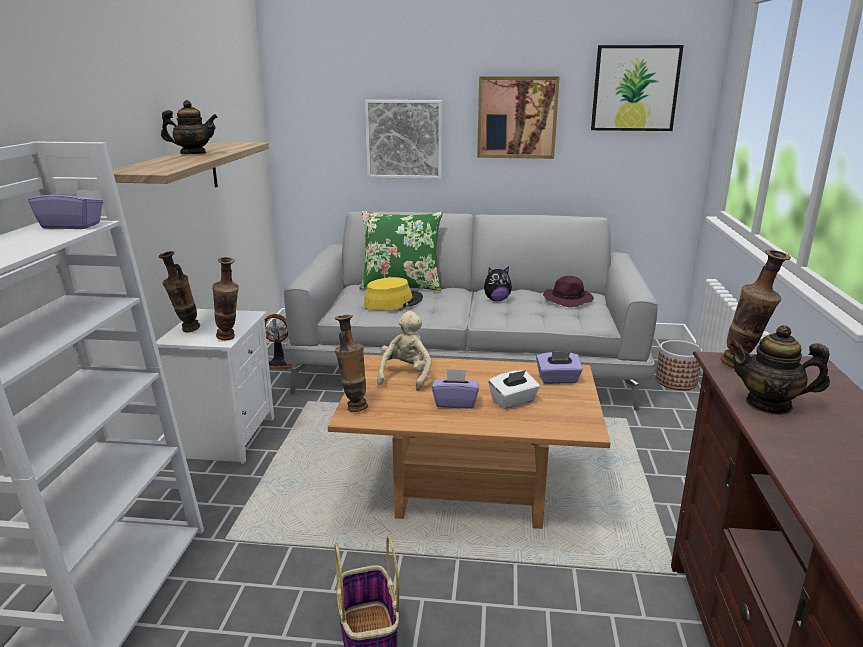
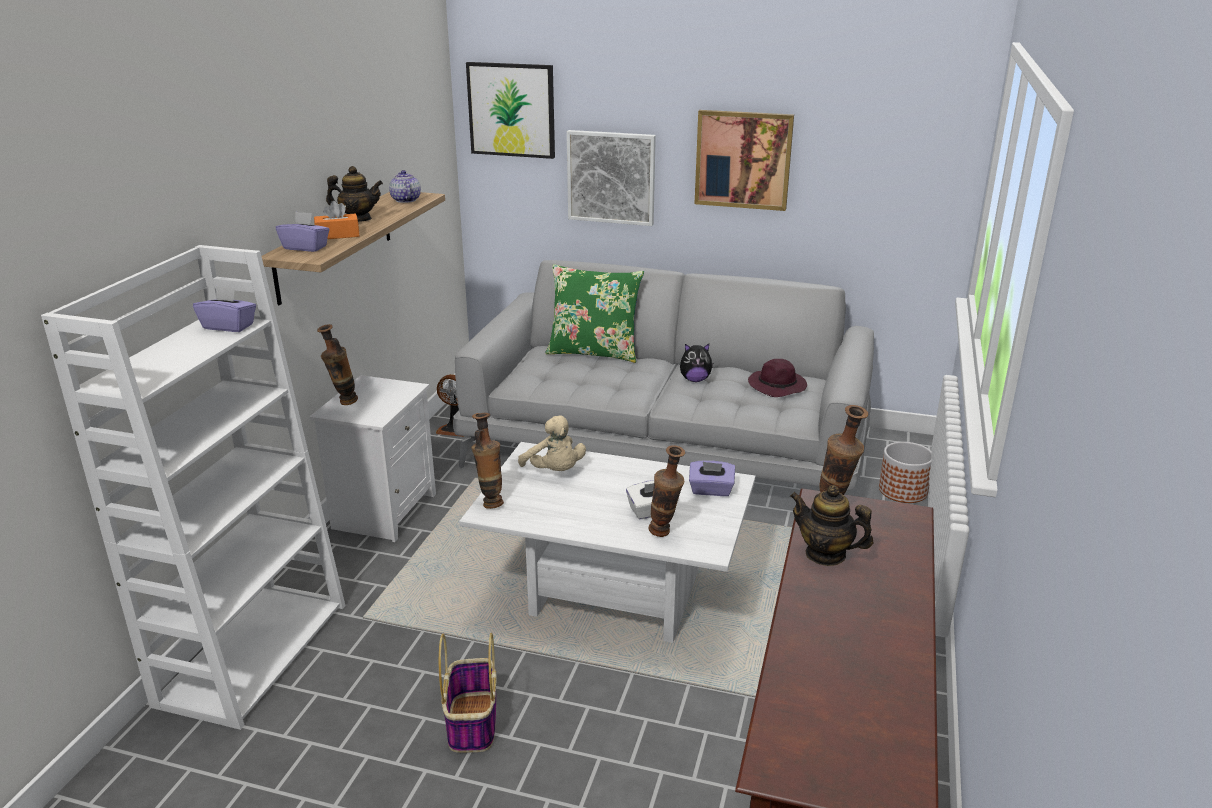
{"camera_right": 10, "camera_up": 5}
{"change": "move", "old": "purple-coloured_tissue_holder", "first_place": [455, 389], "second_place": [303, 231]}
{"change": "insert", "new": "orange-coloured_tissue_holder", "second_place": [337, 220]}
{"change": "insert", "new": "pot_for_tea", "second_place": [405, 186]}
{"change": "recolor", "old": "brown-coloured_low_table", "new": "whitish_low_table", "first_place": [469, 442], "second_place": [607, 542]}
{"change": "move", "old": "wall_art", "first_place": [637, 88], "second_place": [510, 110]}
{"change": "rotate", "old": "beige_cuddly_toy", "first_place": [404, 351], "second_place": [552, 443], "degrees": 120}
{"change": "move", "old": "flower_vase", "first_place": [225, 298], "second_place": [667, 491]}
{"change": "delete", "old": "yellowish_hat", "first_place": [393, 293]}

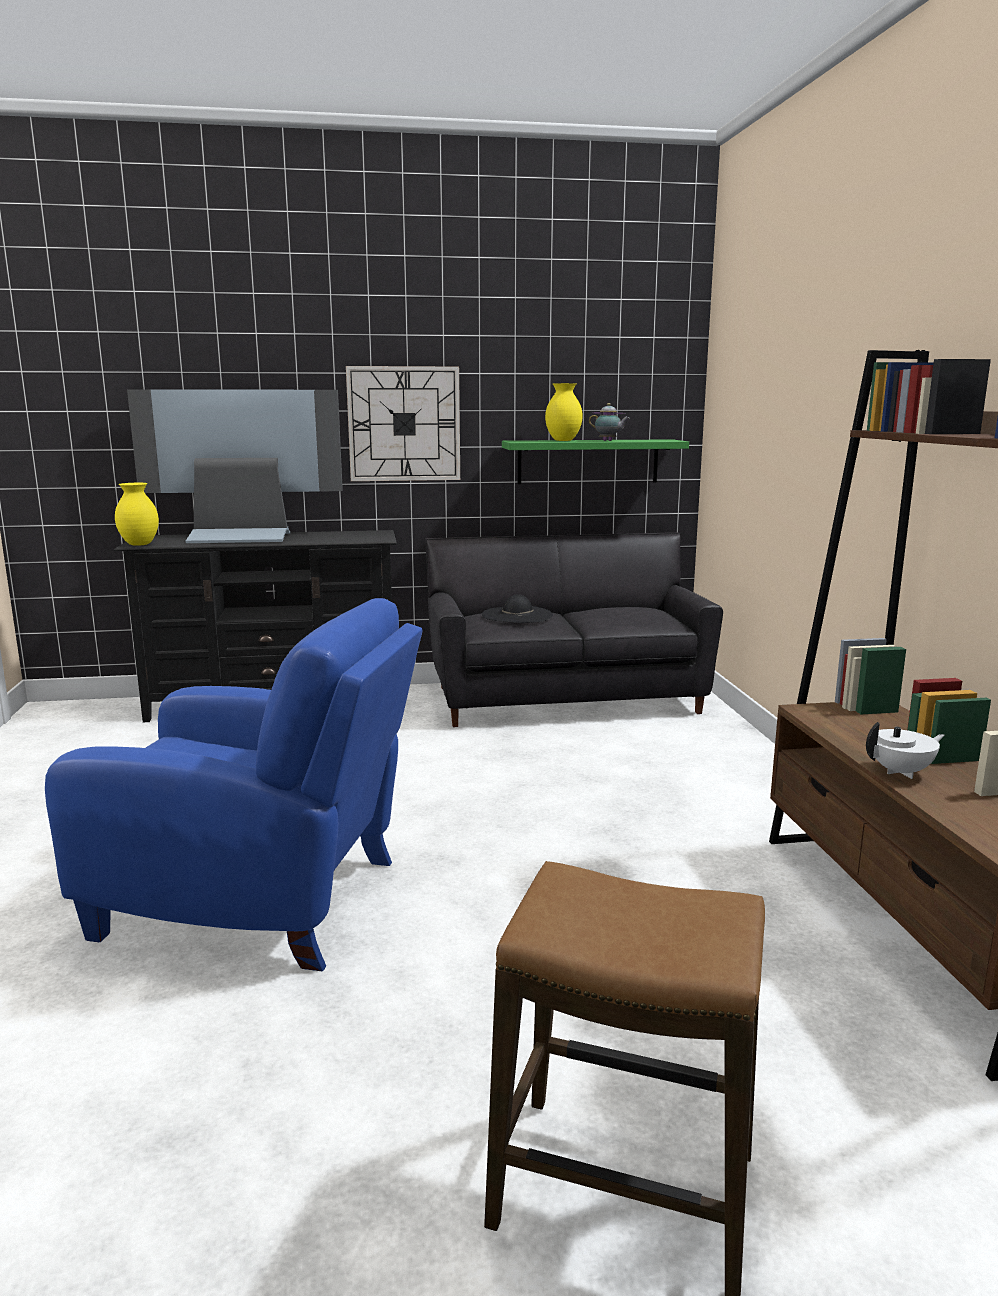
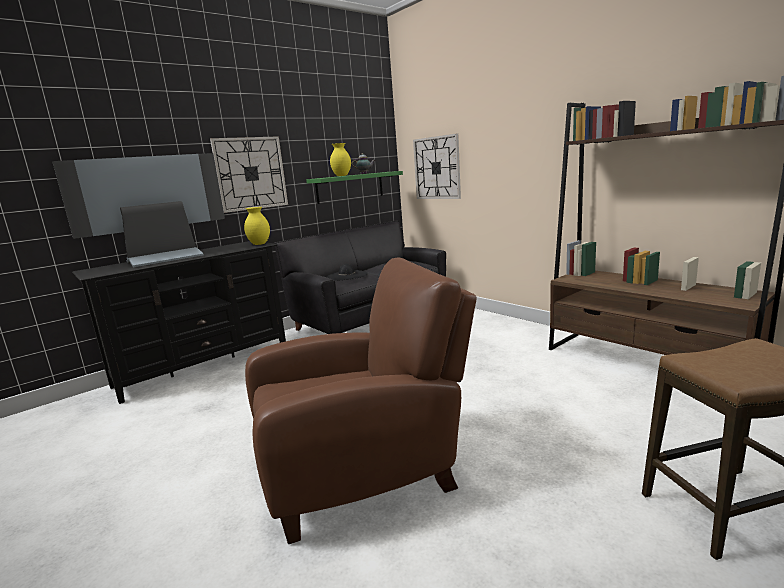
{"camera_right": -30, "camera_up": 0}
{"change": "move", "old": "yellowish_flower_vase", "first_place": [137, 514], "second_place": [257, 226]}
{"change": "recolor", "old": "blue_lounge_chair", "new": "brown-coloured_lounge_chair", "first_place": [234, 784], "second_place": [361, 401]}
{"change": "insert", "new": "hanging_clock", "second_place": [437, 166]}
{"change": "delete", "old": "whitish_pot_for_tea", "first_place": [905, 750]}

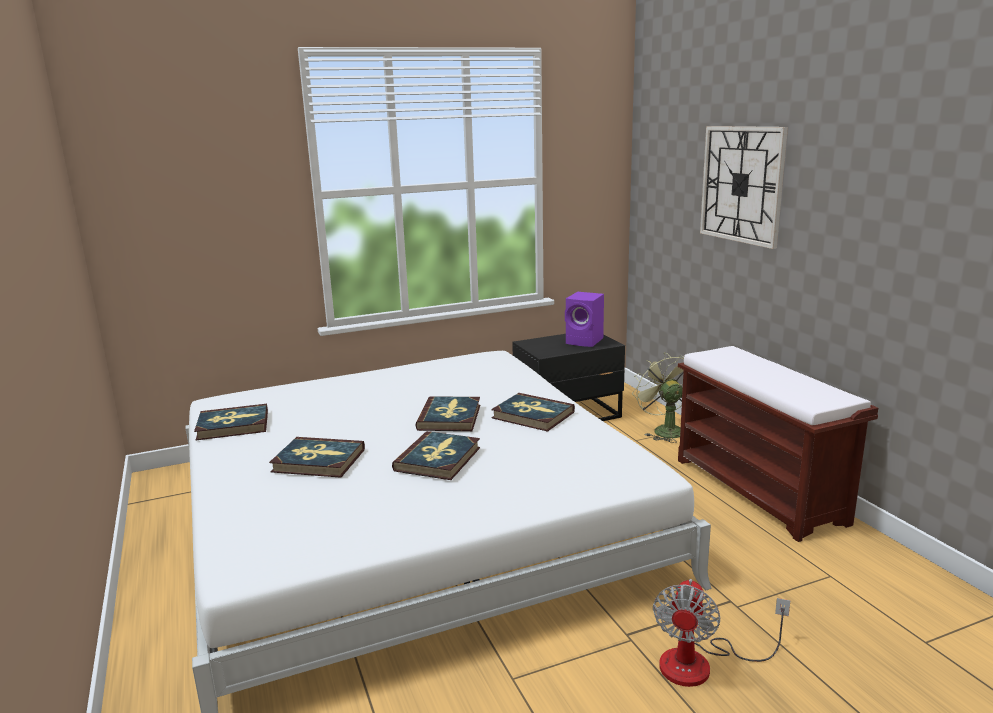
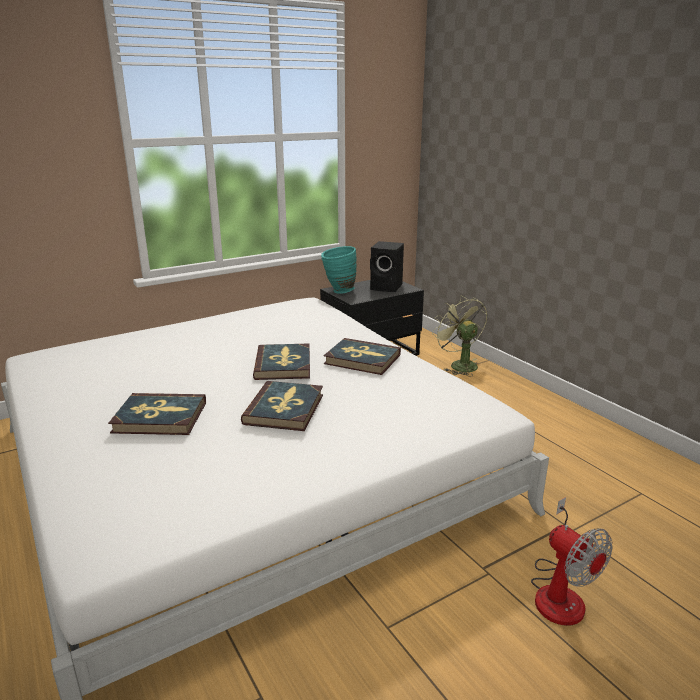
{"camera_right": -10, "camera_up": 5}
{"change": "insert", "new": "blue-green_flower_vase", "second_place": [339, 270]}
{"change": "recolor", "old": "purple-coloured_audio_speaker", "new": "blackish_audio_speaker", "first_place": [584, 319], "second_place": [387, 266]}
{"change": "rotate", "old": "cooling_fan", "first_place": [721, 633], "second_place": [571, 561], "degrees": -45}
{"change": "delete", "old": "bound_book", "first_place": [231, 422]}
{"change": "delete", "old": "brown-coloured_long_seat", "first_place": [778, 444]}
{"change": "delete", "old": "hanging_clock", "first_place": [744, 187]}

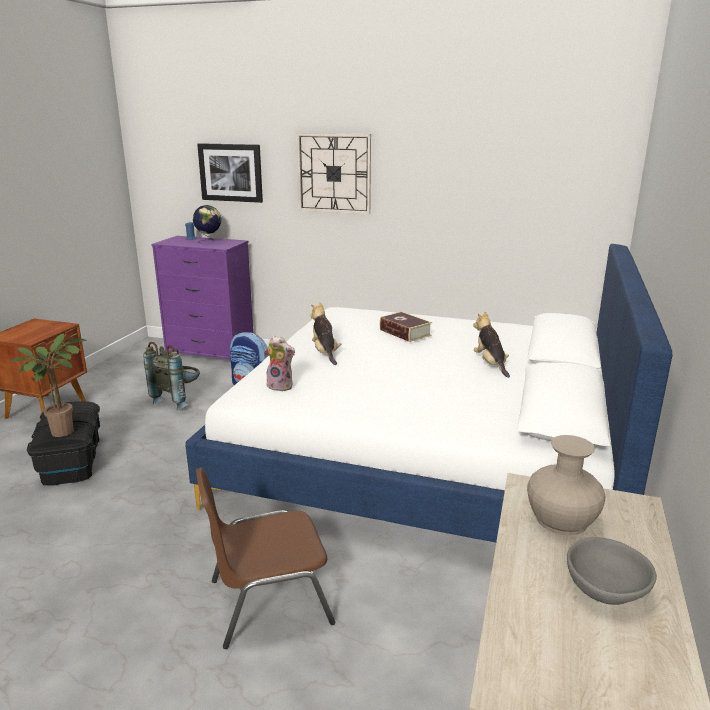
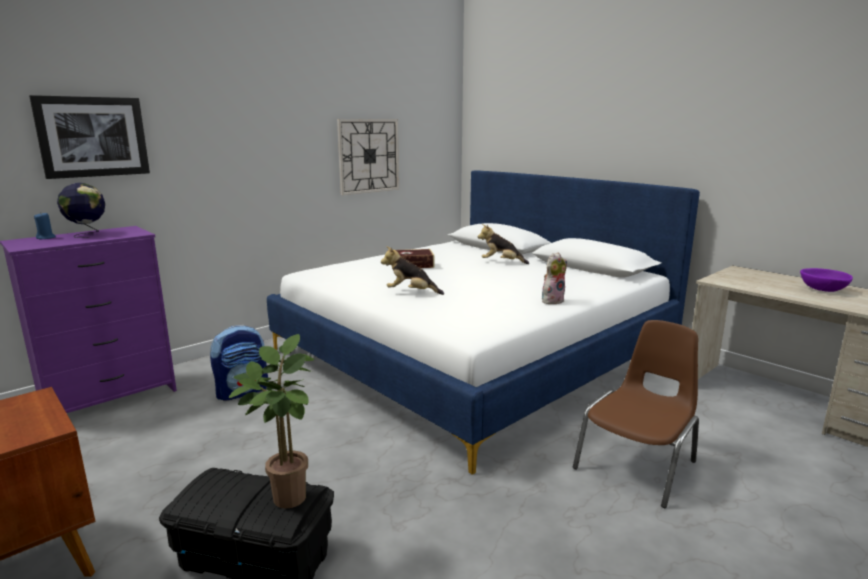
{"camera_right": -60, "camera_up": -5}
{"change": "move", "old": "hanging_clock", "first_place": [334, 173], "second_place": [368, 157]}
{"change": "move", "old": "cuddly_toy", "first_place": [280, 364], "second_place": [554, 278]}
{"change": "rotate", "old": "brown-coloured_plain_chair", "first_place": [265, 558], "second_place": [636, 414], "degrees": -150}
{"change": "recolor", "old": "gray_bowl", "new": "purple-coloured_bowl", "first_place": [612, 571], "second_place": [826, 280]}
{"change": "delete", "old": "gray_knapsack", "first_place": [171, 376]}
{"change": "delete", "old": "beige_flower_vase", "first_place": [566, 485]}

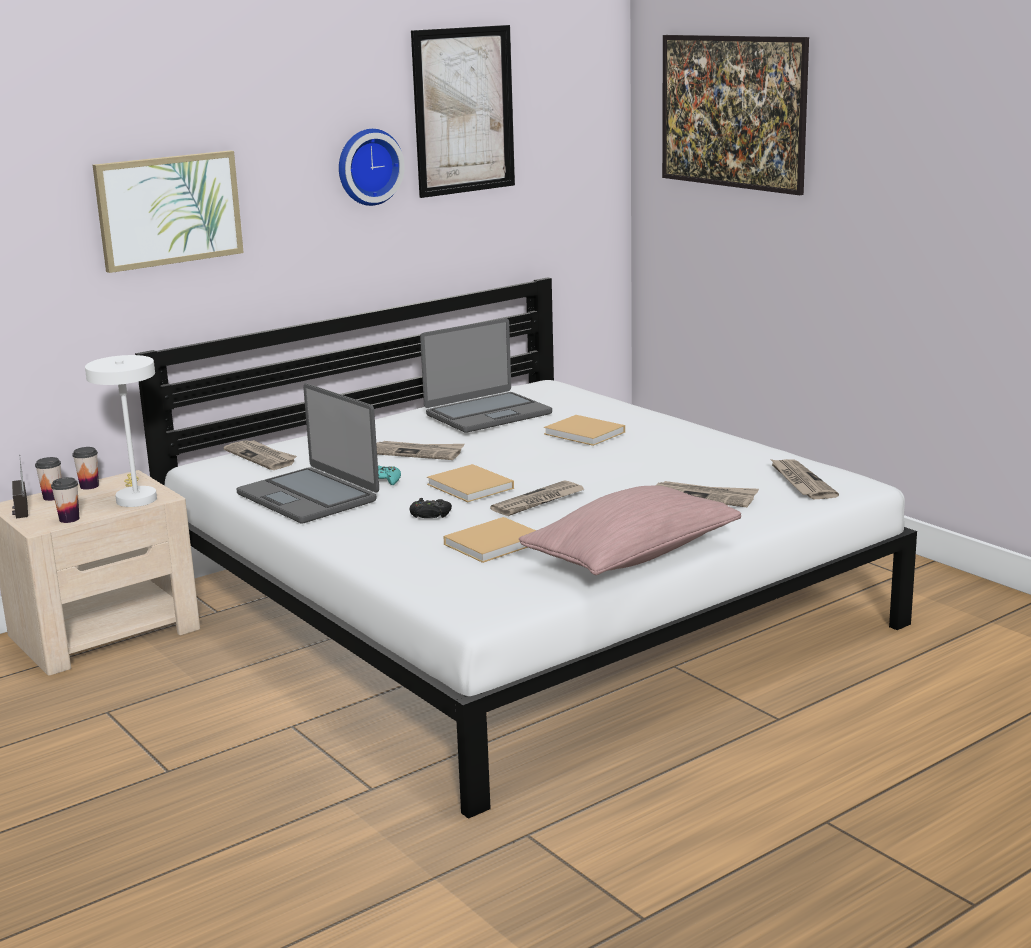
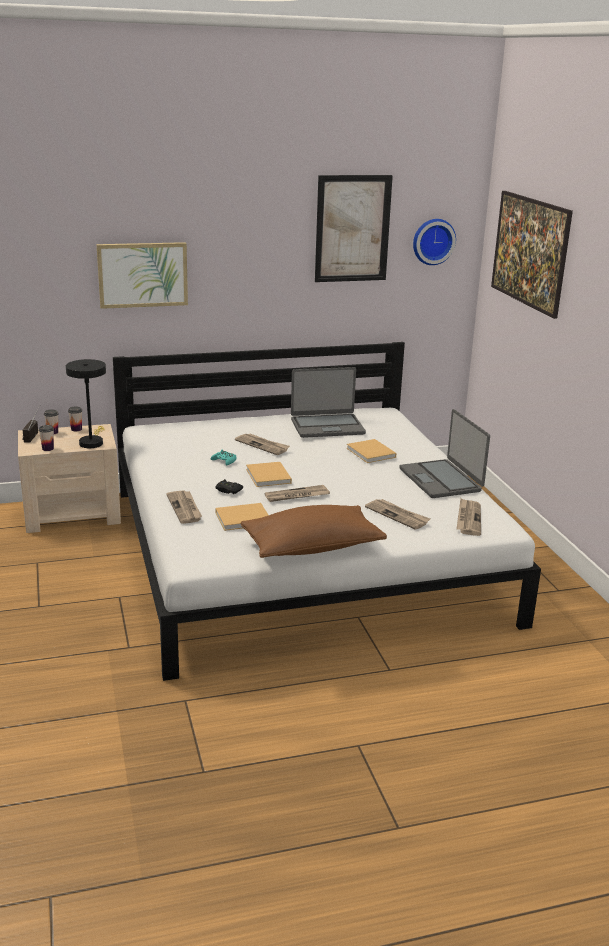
{"camera_right": 20, "camera_up": 5}
{"change": "recolor", "old": "whitish_tabletop_lamp", "new": "blackish_tabletop_lamp", "first_place": [121, 431], "second_place": [86, 403]}
{"change": "move", "old": "printed_paper", "first_place": [260, 455], "second_place": [184, 507]}
{"change": "recolor", "old": "pink-coloured_cushion", "new": "brown-coloured_cushion", "first_place": [630, 530], "second_place": [314, 531]}
{"change": "move", "old": "portable_computer", "first_place": [308, 453], "second_place": [444, 453]}
{"change": "move", "old": "hanging_clock", "first_place": [372, 167], "second_place": [434, 242]}

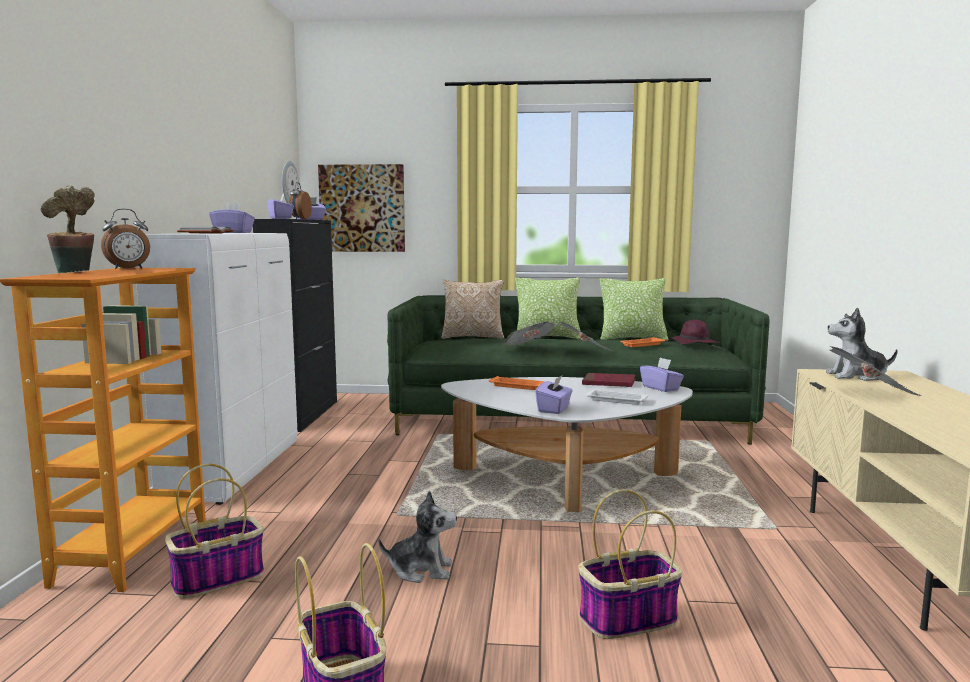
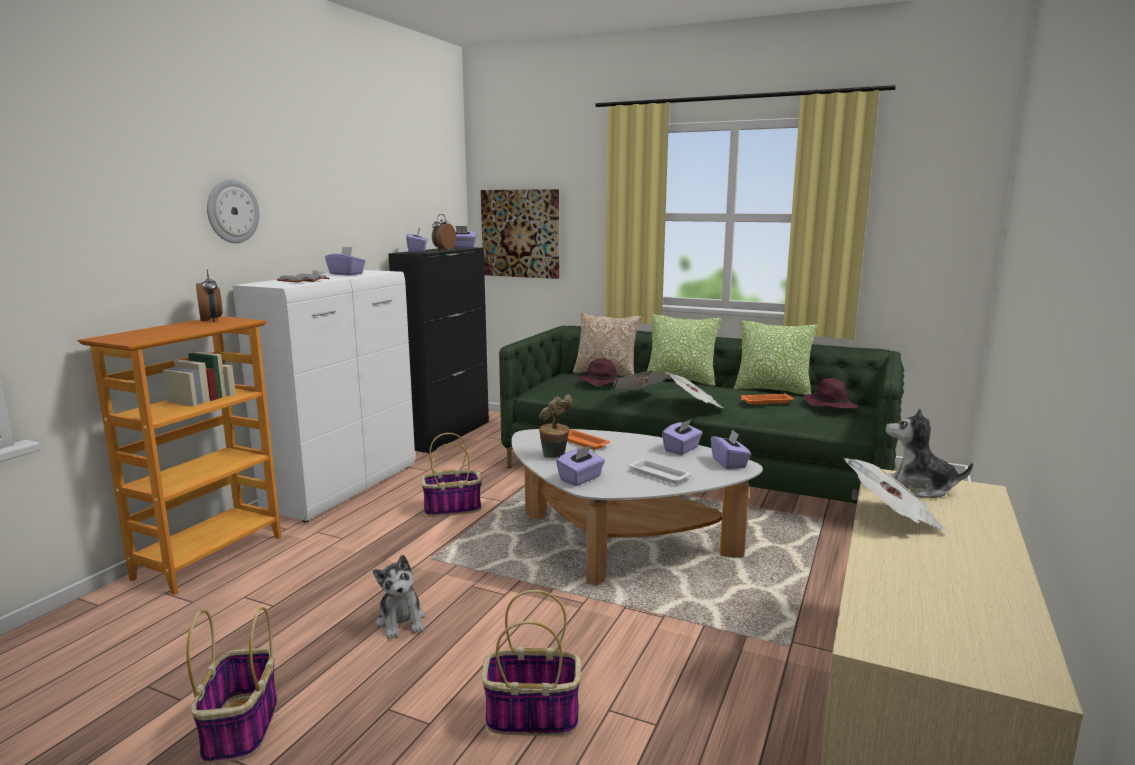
{"camera_right": 20, "camera_up": 5}
{"change": "rotate", "old": "bedside_clock", "first_place": [125, 239], "second_place": [209, 295], "degrees": -105}
{"change": "move", "old": "hanging_clock", "first_place": [290, 182], "second_place": [233, 211]}
{"change": "rotate", "old": "cuddly_toy", "first_place": [417, 536], "second_place": [399, 597], "degrees": 45}
{"change": "move", "old": "basket", "first_place": [214, 531], "second_place": [451, 475]}
{"change": "move", "old": "houseplant", "first_place": [68, 229], "second_place": [556, 426]}
{"change": "insert", "new": "purple-coloured_hat", "second_place": [598, 372]}
{"change": "replace", "old": "reddish_bound_book", "new": "purple-coloured_tissue_holder", "first_place": [609, 380], "second_place": [682, 437]}

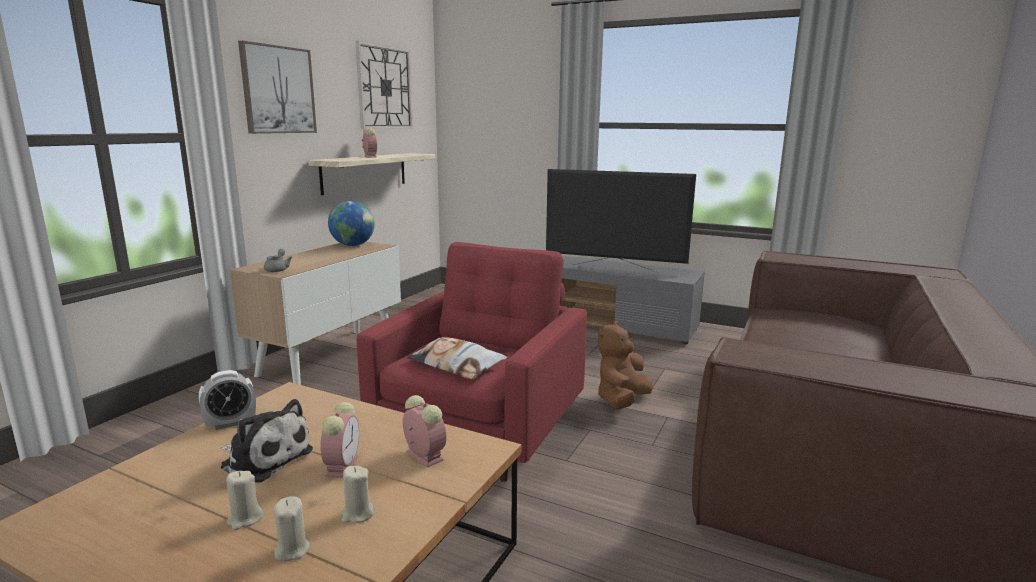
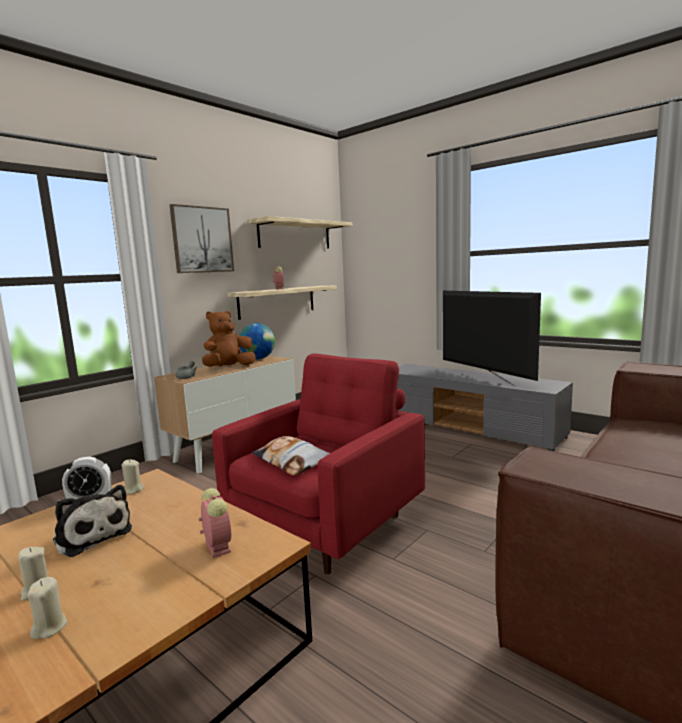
{"camera_right": 15, "camera_up": -5}
{"change": "move", "old": "beige_wax_candle", "first_place": [358, 494], "second_place": [133, 477]}
{"change": "move", "old": "brown-coloured_cuddly_toy", "first_place": [625, 365], "second_place": [229, 339]}
{"change": "replace", "old": "hanging_clock", "new": "bracket_shelf", "first_place": [384, 85], "second_place": [300, 232]}
{"change": "rotate", "old": "television", "first_place": [621, 220], "second_place": [492, 339], "degrees": -150}
{"change": "delete", "old": "bedside_clock", "first_place": [339, 440]}

